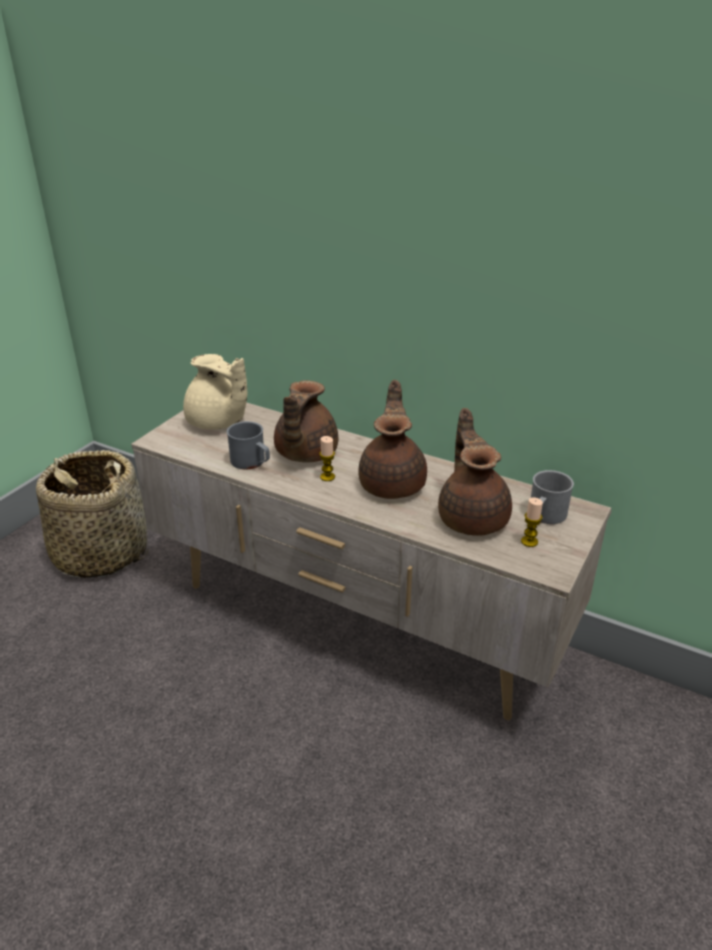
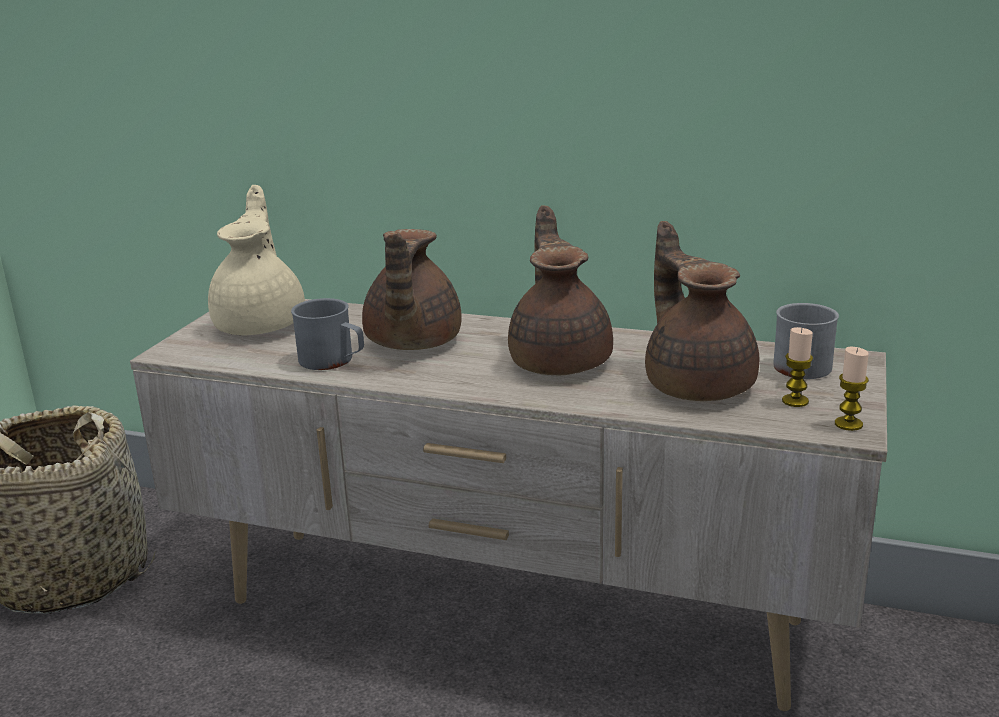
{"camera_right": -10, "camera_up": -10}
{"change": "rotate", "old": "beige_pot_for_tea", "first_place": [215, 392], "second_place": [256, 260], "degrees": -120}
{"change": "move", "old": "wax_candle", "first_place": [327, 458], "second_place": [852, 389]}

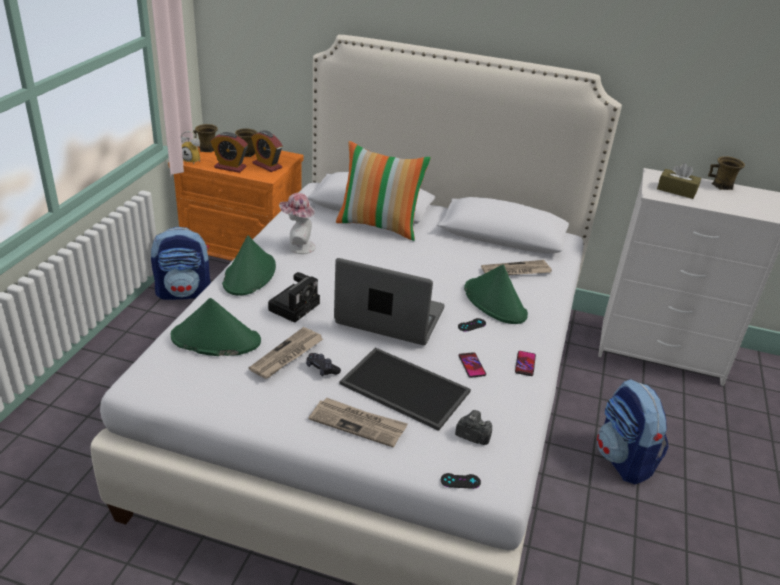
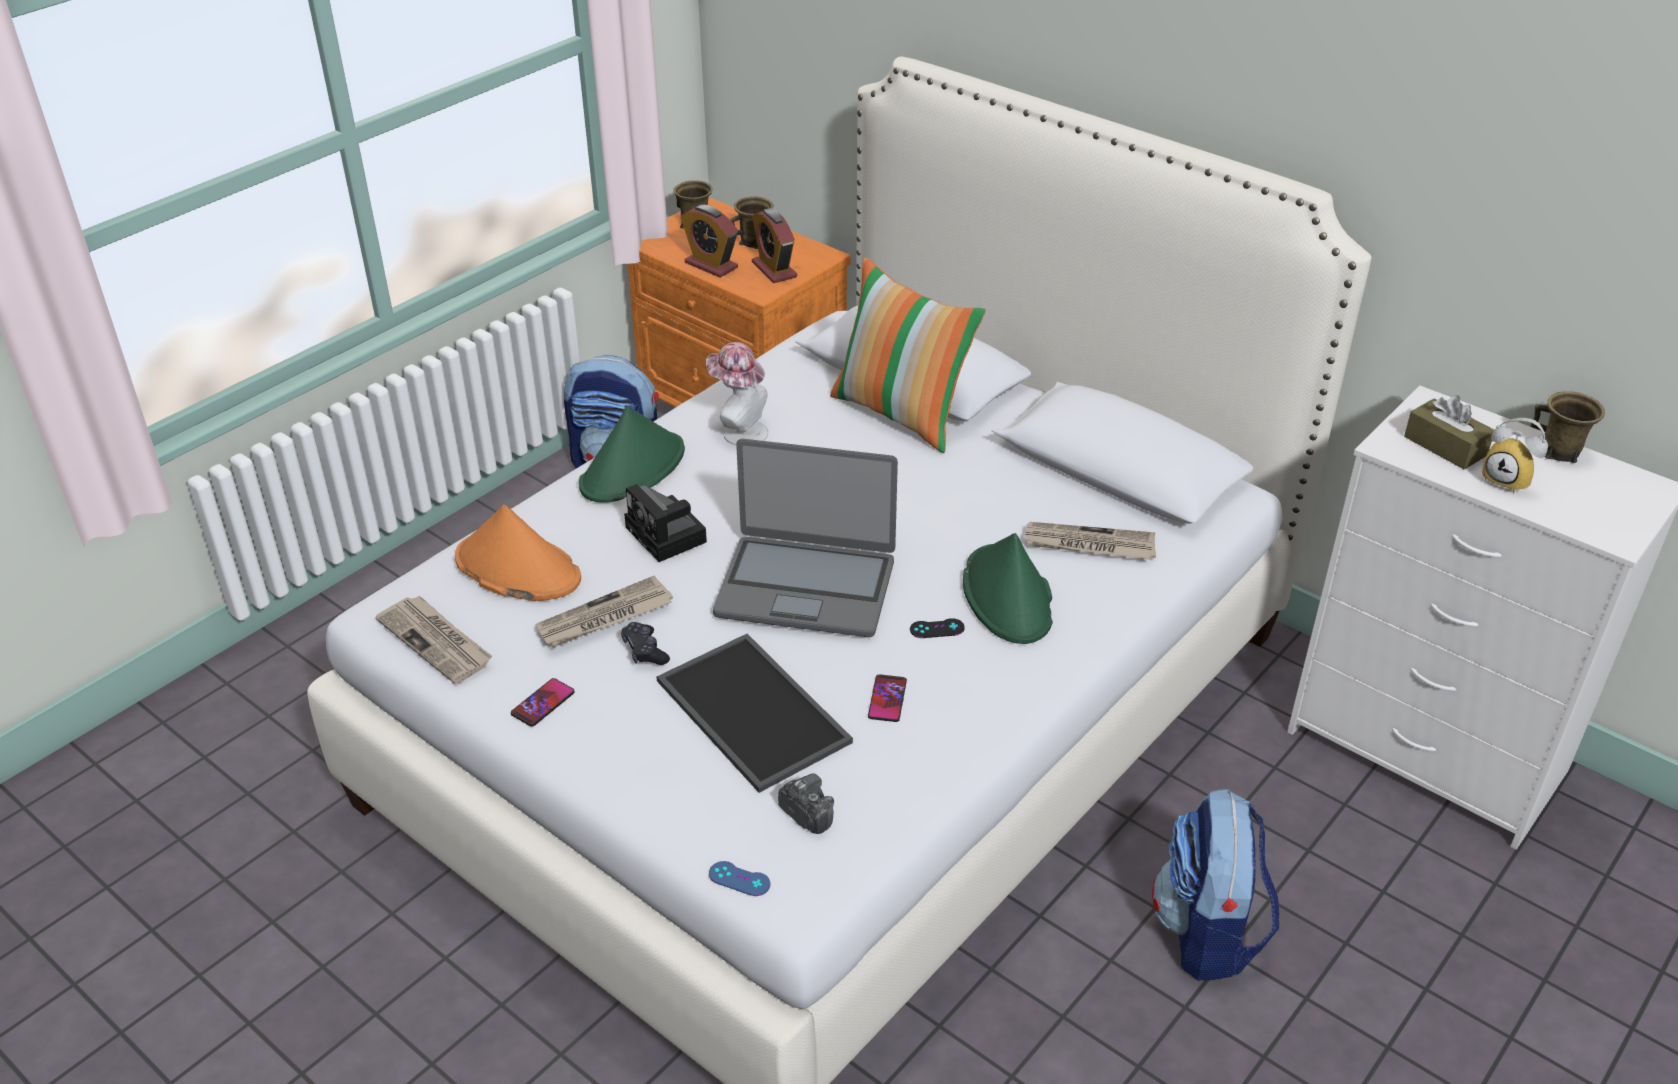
{"camera_right": 25, "camera_up": 5}
{"change": "move", "old": "printed_paper", "first_place": [358, 423], "second_place": [433, 639]}
{"change": "recolor", "old": "green-coloured_hat", "new": "orange-coloured_hat", "first_place": [216, 327], "second_place": [518, 553]}
{"change": "move", "old": "phone", "first_place": [525, 363], "second_place": [543, 702]}
{"change": "rotate", "old": "still_camera", "first_place": [294, 297], "second_place": [665, 523], "degrees": 90}
{"change": "recolor", "old": "blackish_game_controller", "new": "blue_game_controller", "first_place": [461, 481], "second_place": [739, 878]}
{"change": "rotate", "old": "portable_computer", "first_place": [389, 301], "second_place": [805, 538], "degrees": 150}
{"change": "move", "old": "bedside_clock", "first_place": [190, 147], "second_place": [1515, 456]}

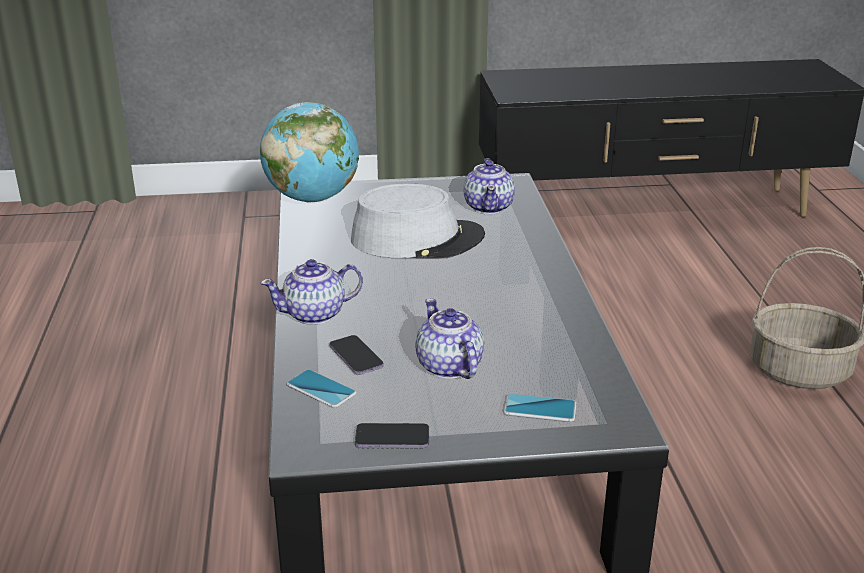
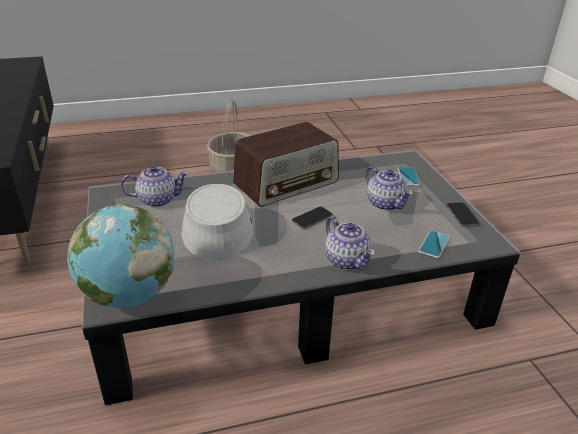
{"camera_right": -100, "camera_up": 5}
{"change": "insert", "new": "radio_receiver", "second_place": [286, 164]}
{"change": "move", "old": "phone", "first_place": [356, 355], "second_place": [312, 218]}
{"change": "rotate", "old": "pot_for_tea", "first_place": [450, 338], "second_place": [389, 188], "degrees": -90}

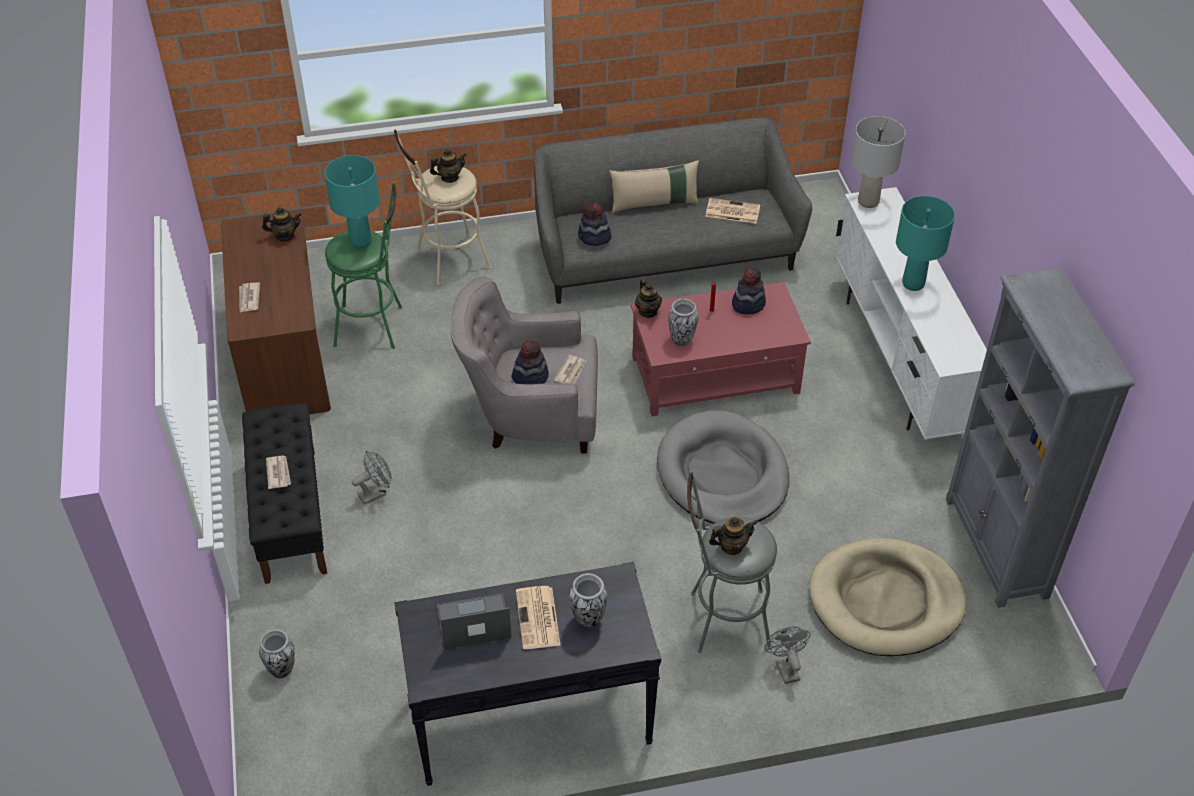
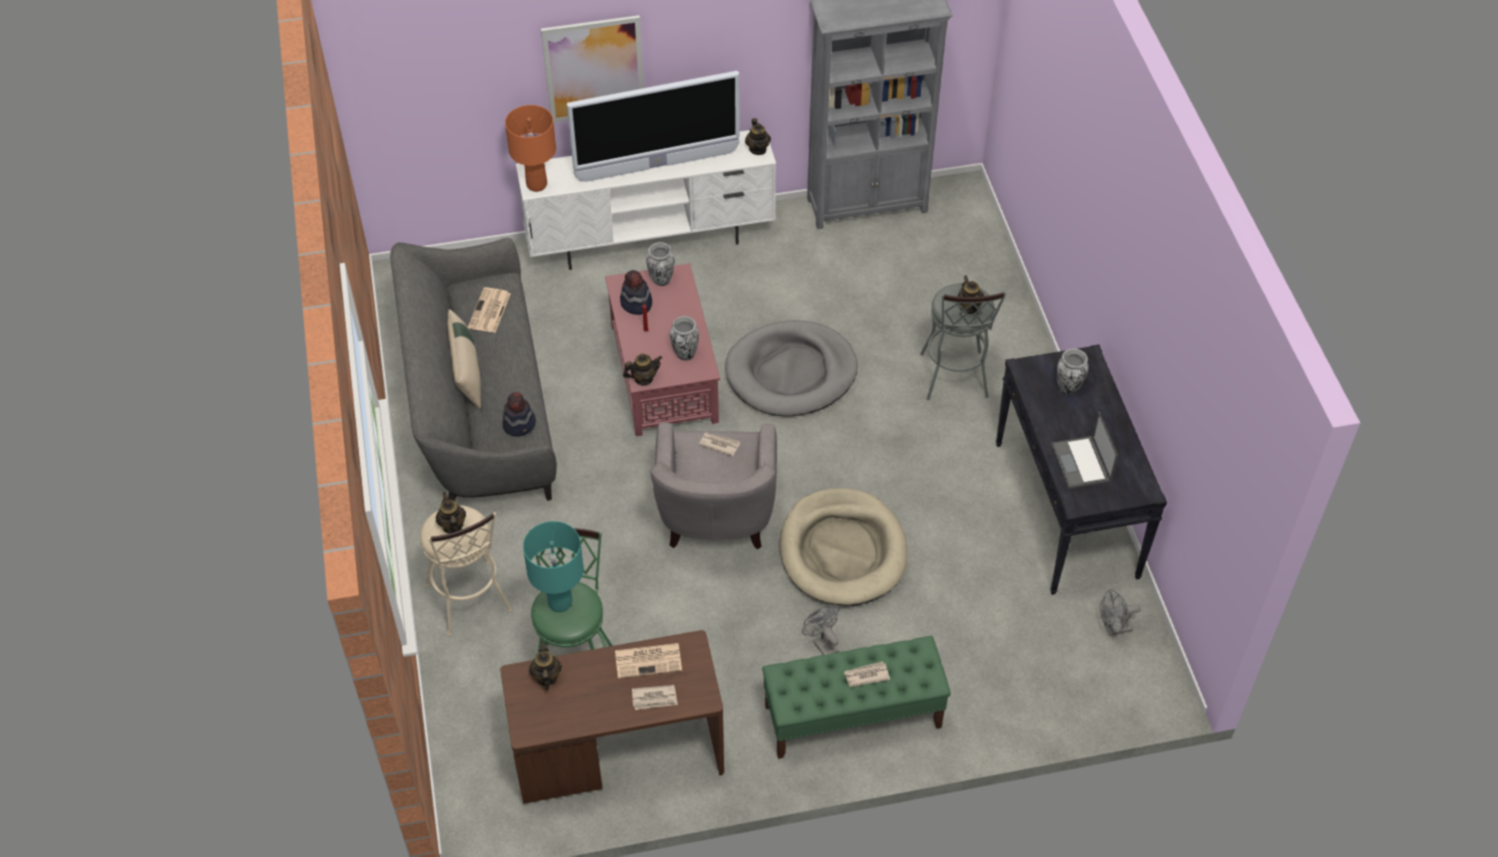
{"camera_right": -90, "camera_up": 5}
{"change": "recolor", "old": "gray_tabletop_lamp", "new": "orange-coloured_tabletop_lamp", "first_place": [878, 162], "second_place": [530, 148]}
{"change": "insert", "new": "wall_art", "second_place": [592, 68]}
{"change": "replace", "old": "blue-green_tabletop_lamp", "new": "television", "first_place": [925, 243], "second_place": [653, 126]}
{"change": "move", "old": "printed_paper", "first_place": [538, 617], "second_place": [648, 660]}
{"change": "move", "old": "flower_vase", "first_place": [277, 653], "second_place": [660, 264]}
{"change": "insert", "new": "pot_for_tea", "second_place": [758, 136]}
{"change": "recolor", "old": "blackish_long_seat", "new": "green-coloured_long_seat", "first_place": [284, 493], "second_place": [856, 697]}
{"change": "move", "old": "beige_pet_bed", "first_place": [887, 597], "second_place": [844, 547]}
{"change": "move", "old": "gray_cooling_fan", "first_place": [787, 655], "second_place": [1120, 613]}
{"change": "delete", "old": "hat", "first_place": [530, 362]}

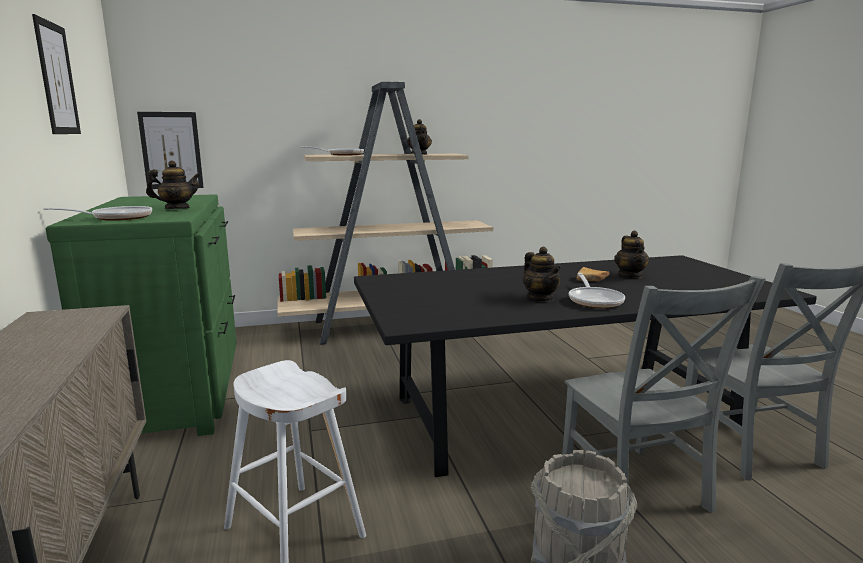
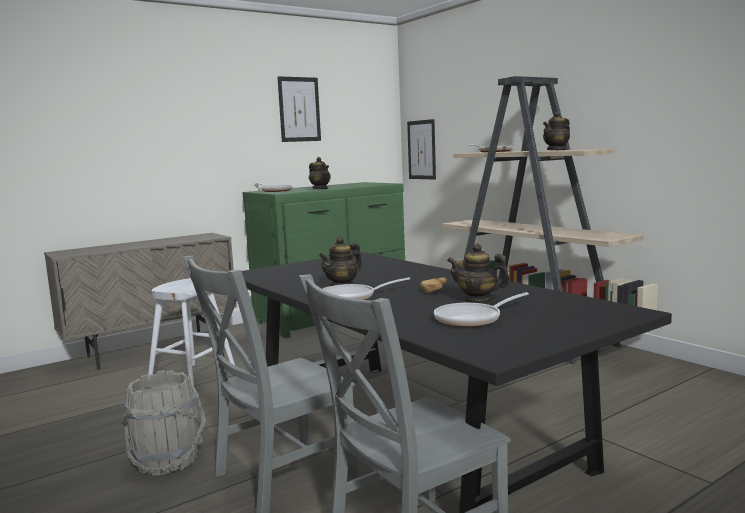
{"camera_right": 70, "camera_up": -5}
{"change": "insert", "new": "frying_pan", "second_place": [481, 309]}
{"change": "rotate", "old": "pot_for_tea", "first_place": [631, 254], "second_place": [479, 273], "degrees": 45}

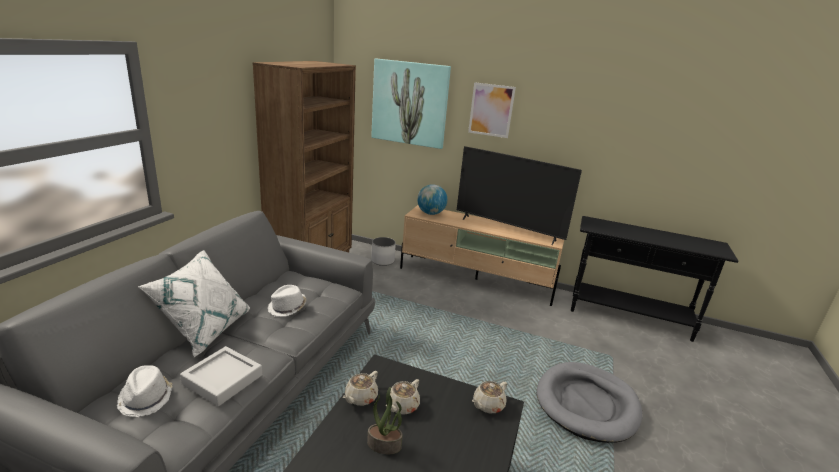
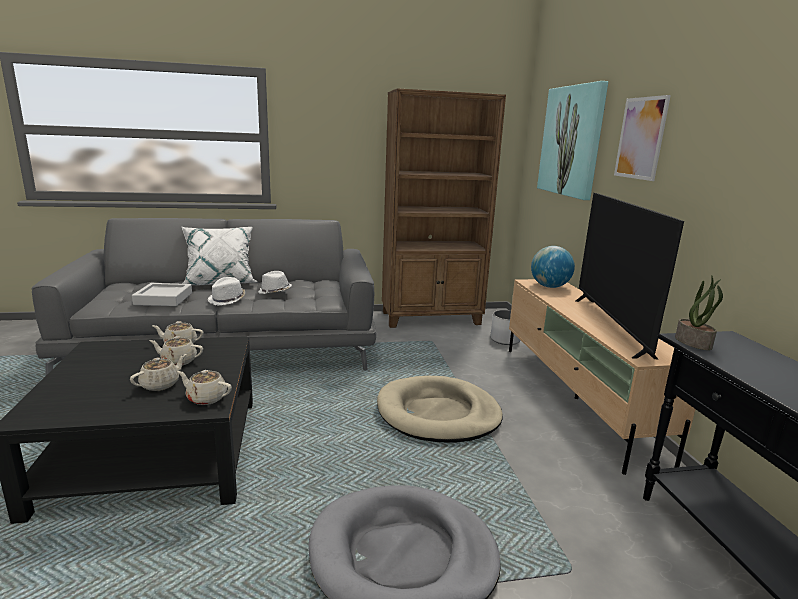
{"camera_right": 60, "camera_up": -5}
{"change": "insert", "new": "beige_pot_for_tea", "second_place": [158, 372]}
{"change": "move", "old": "whitish_hat", "first_place": [145, 391], "second_place": [226, 291]}
{"change": "insert", "new": "beige_pet_bed", "second_place": [440, 409]}
{"change": "move", "old": "houseplant", "first_place": [385, 420], "second_place": [699, 313]}

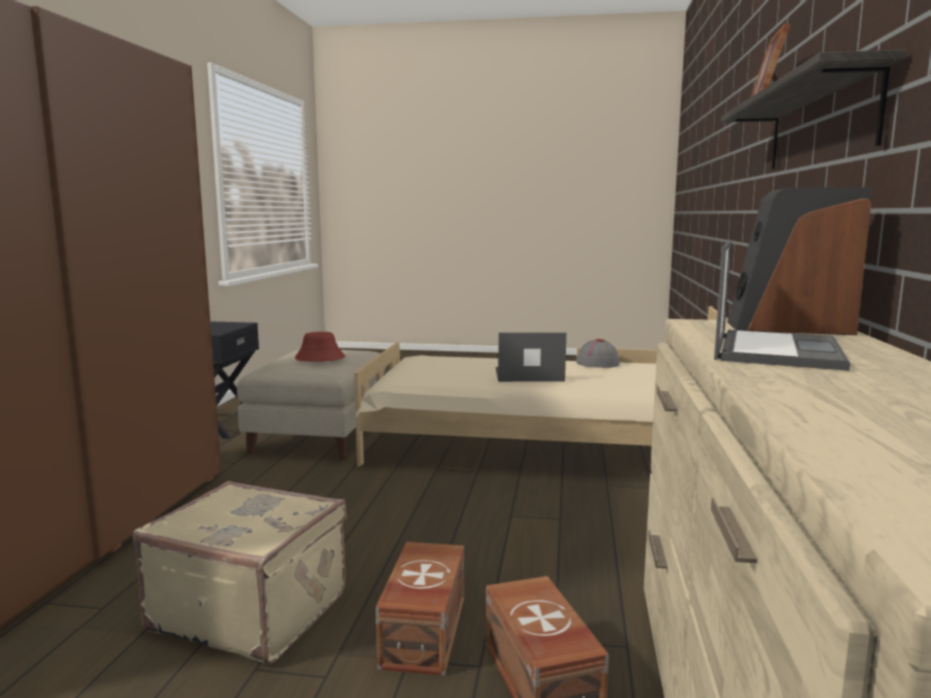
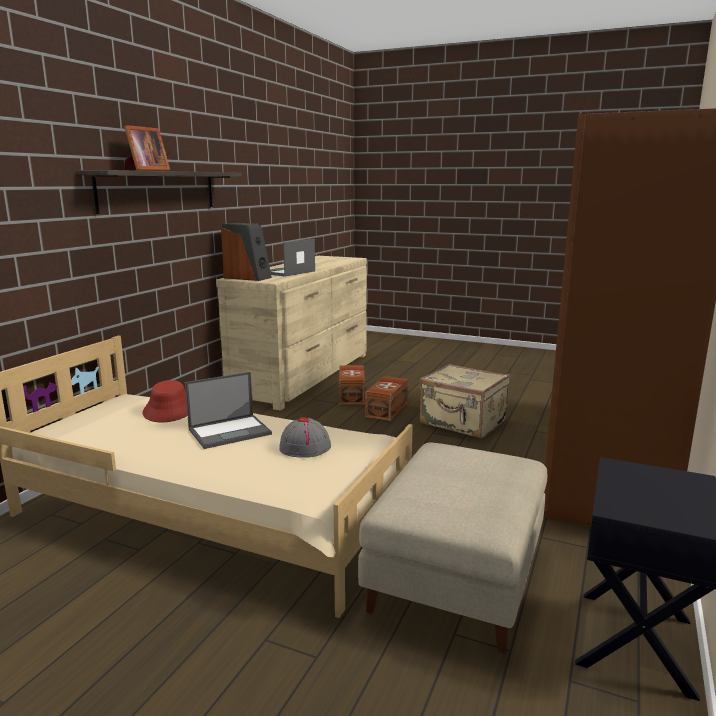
{"camera_right": -165, "camera_up": 5}
{"change": "move", "old": "reddish_hat", "first_place": [320, 347], "second_place": [165, 401]}
{"change": "rotate", "old": "portable_computer", "first_place": [531, 357], "second_place": [228, 410], "degrees": -45}
{"change": "move", "old": "gray_hat", "first_place": [598, 353], "second_place": [305, 437]}

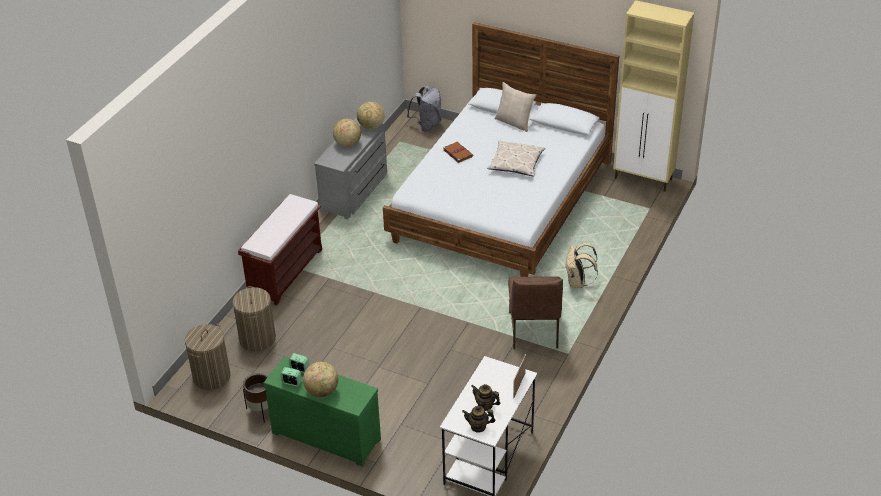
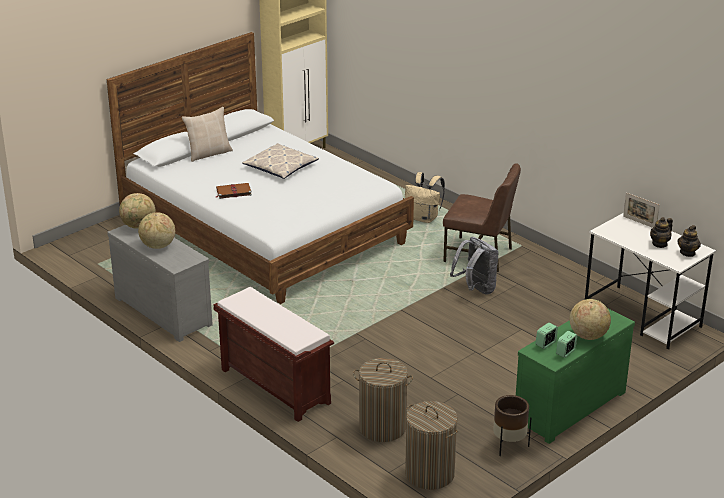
{"camera_right": -70, "camera_up": -10}
{"change": "move", "old": "gray_knapsack", "first_place": [424, 108], "second_place": [474, 266]}

